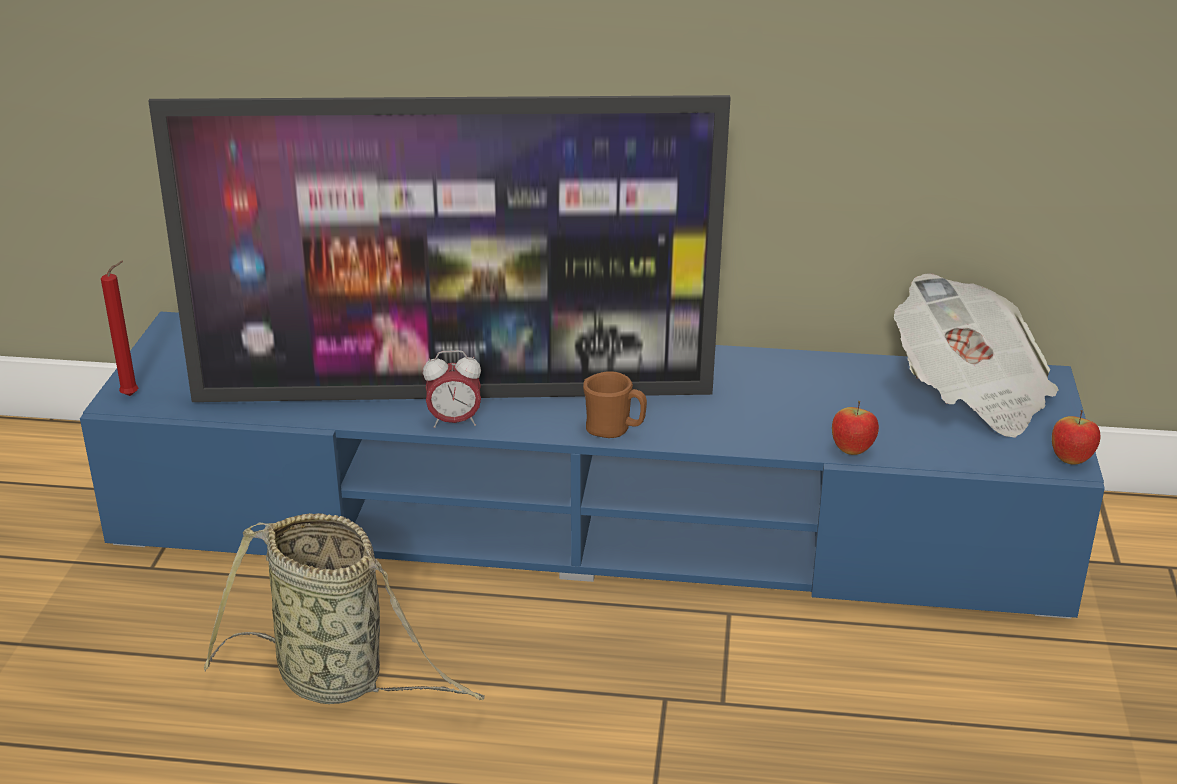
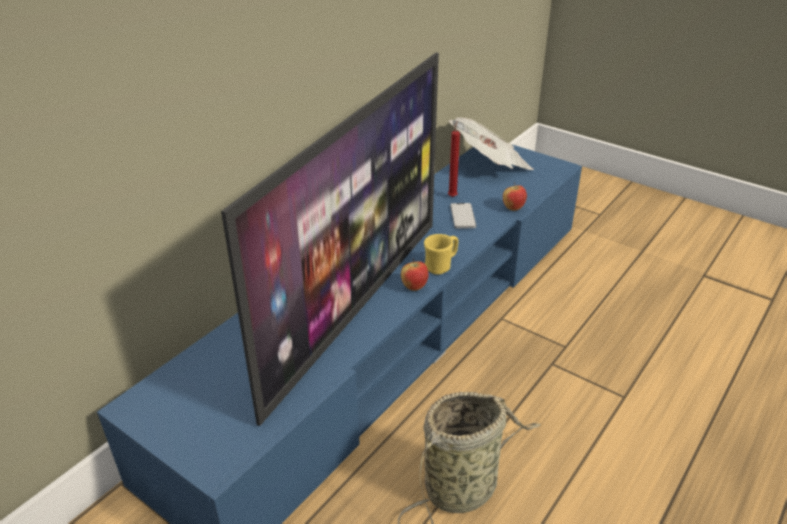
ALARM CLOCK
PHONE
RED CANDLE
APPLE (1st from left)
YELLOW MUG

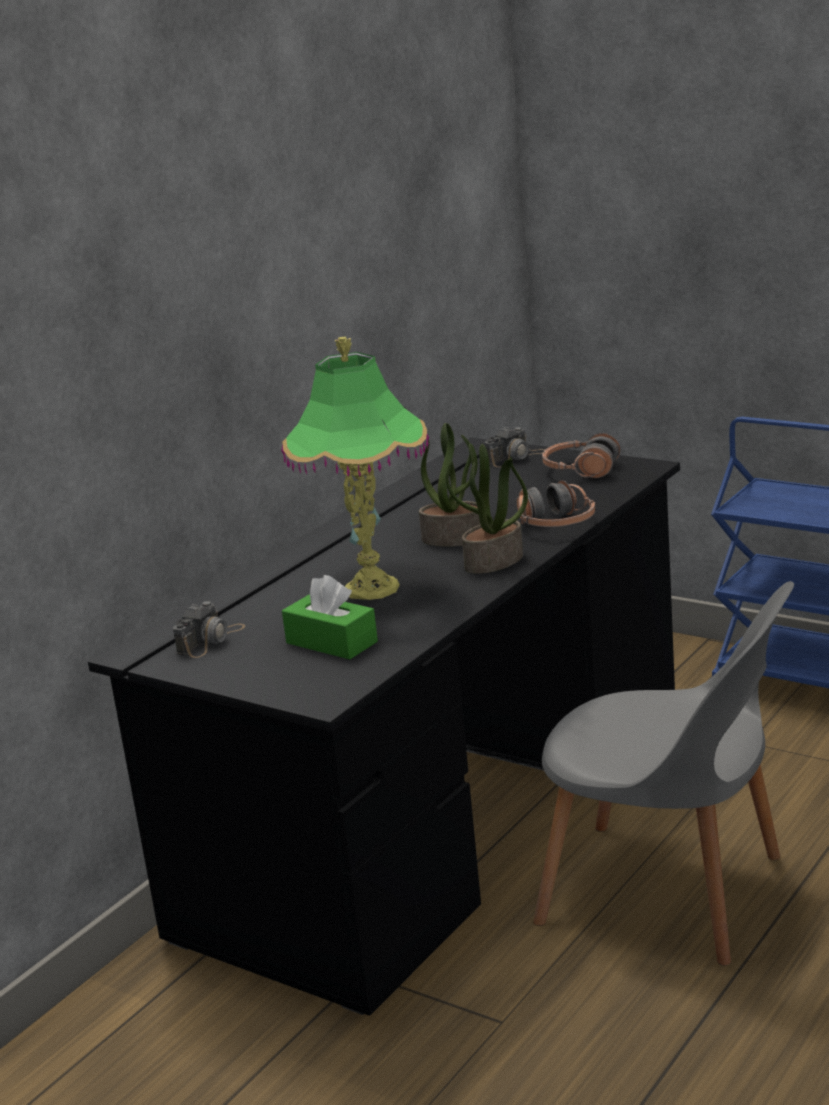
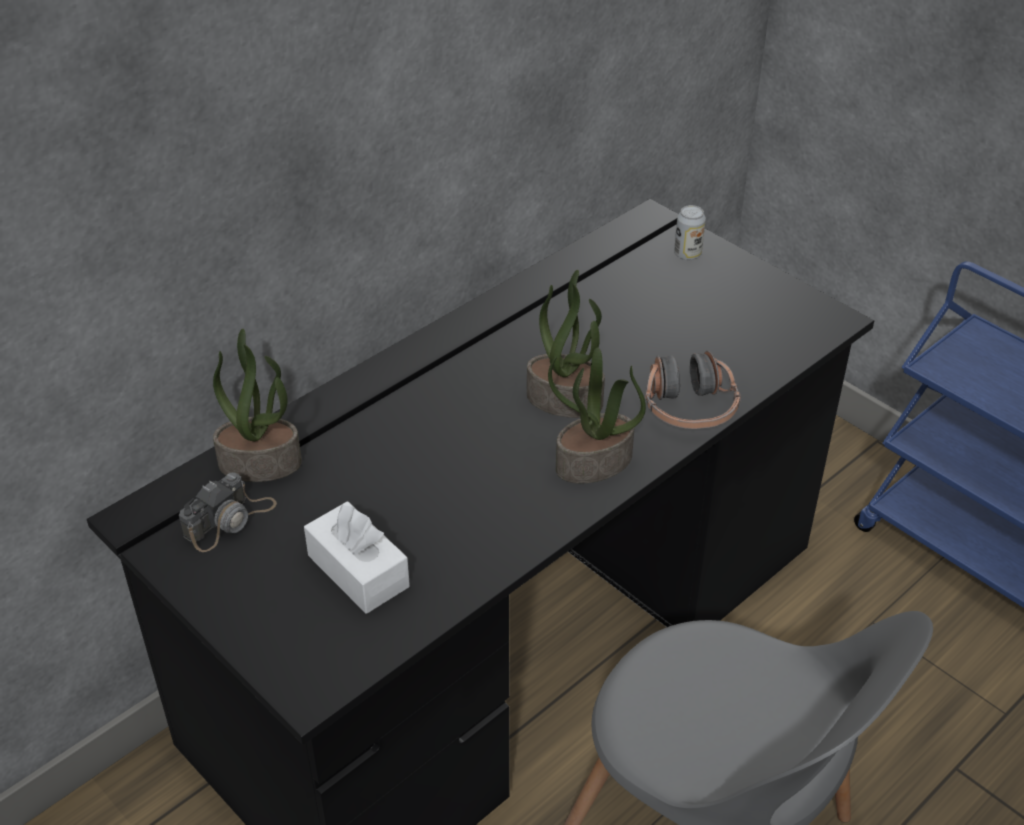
TABLE LAMP
HEADPHONES (2nd from left in the first image)
POTTED PLANT (1st from left)
CAN
WHITE TISSUE BOX

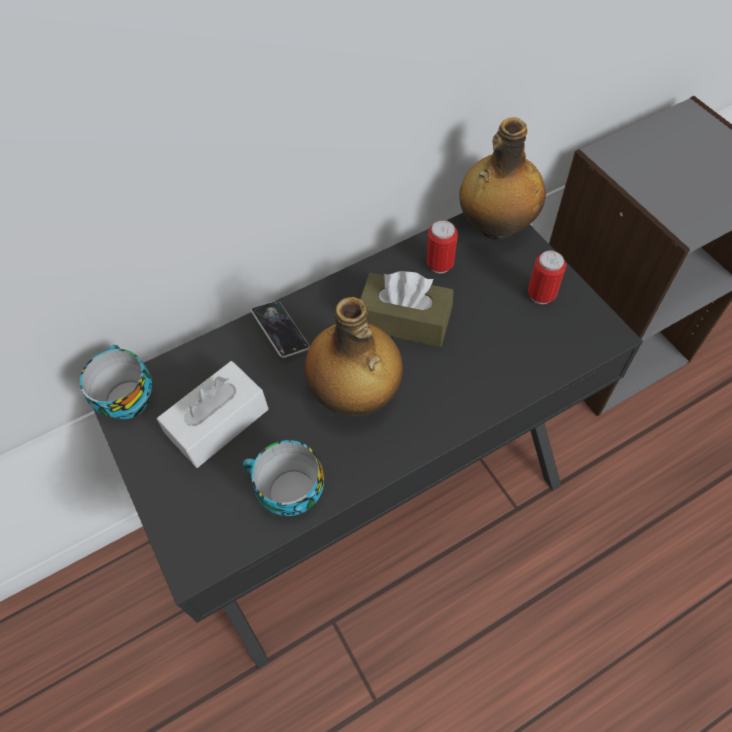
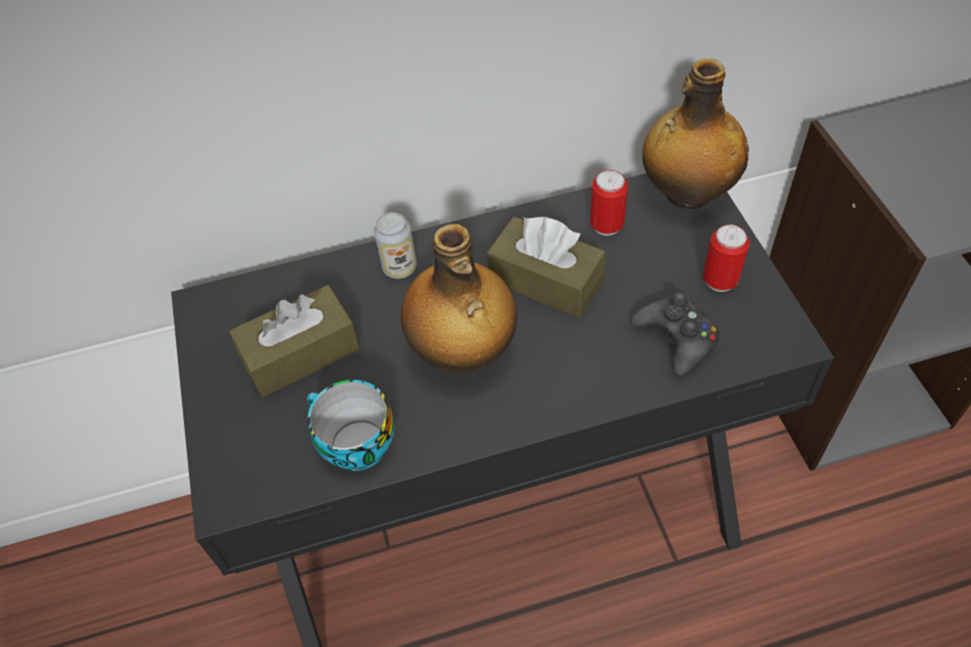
CUP (1st from left in the first image)
BLACK GAME CONTROLLER
CAN (1st from left)
BROWN TISSUE BOX (1st from left)

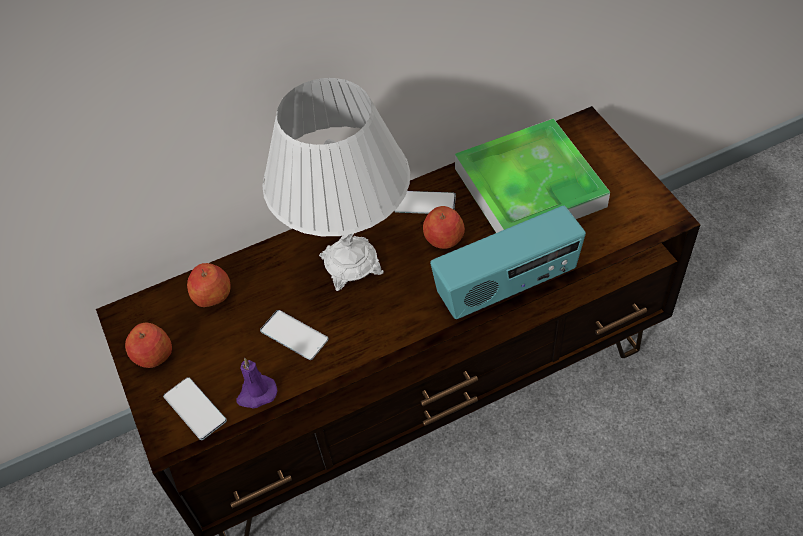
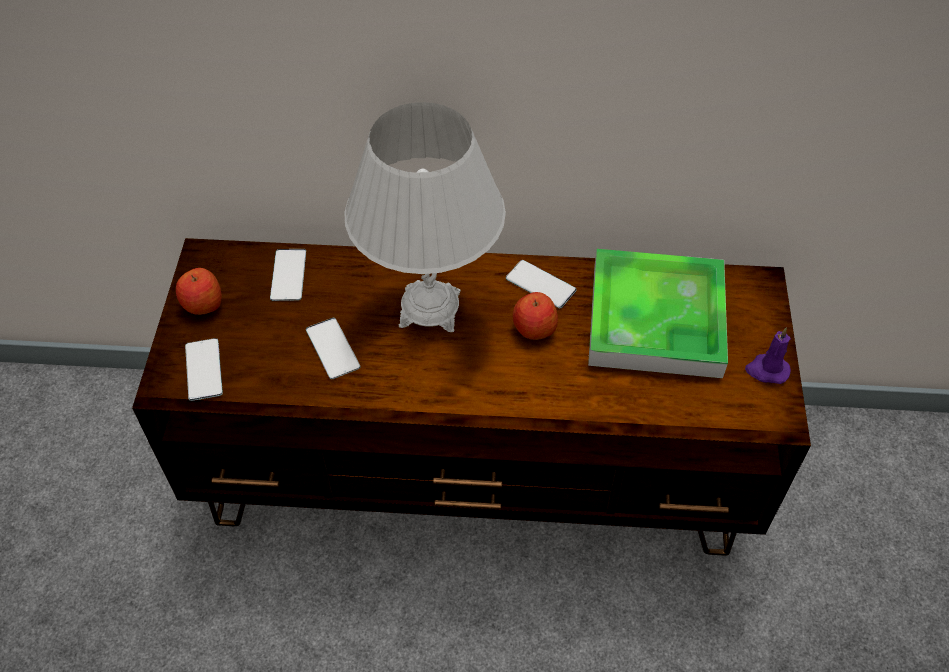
RADIO
PURPLE CANDLE
PHONE (2nd from left)

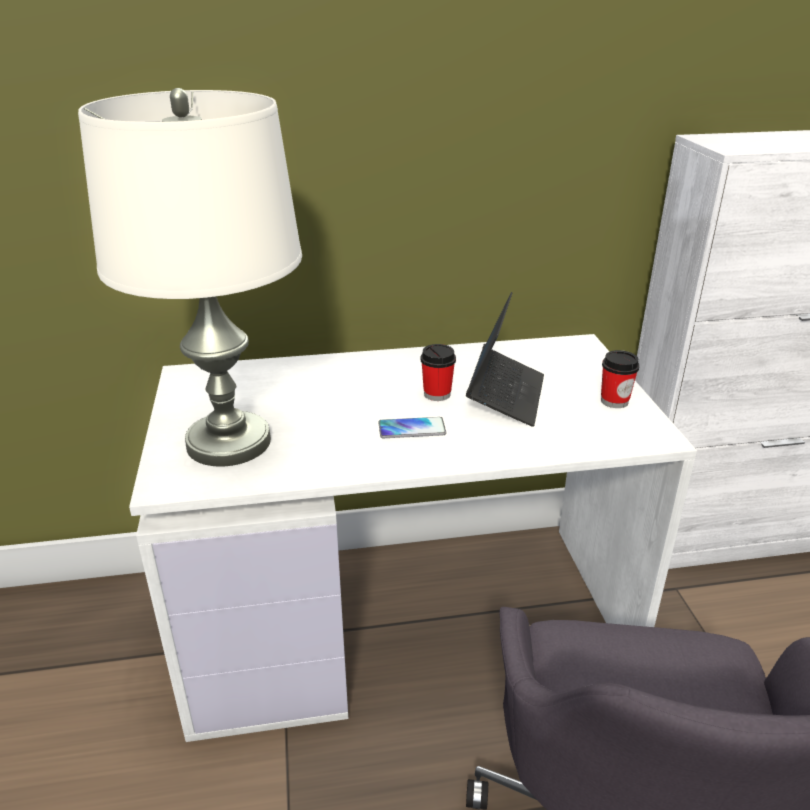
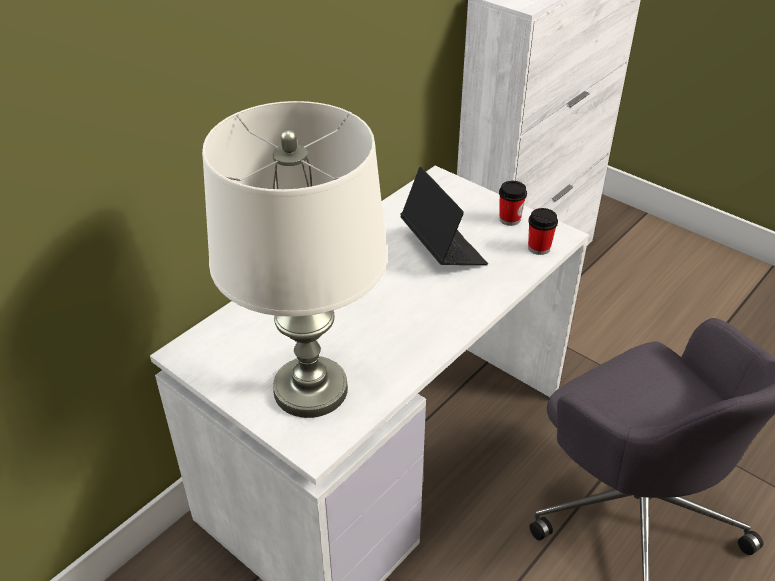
PHONE
CUP (2nd from left)

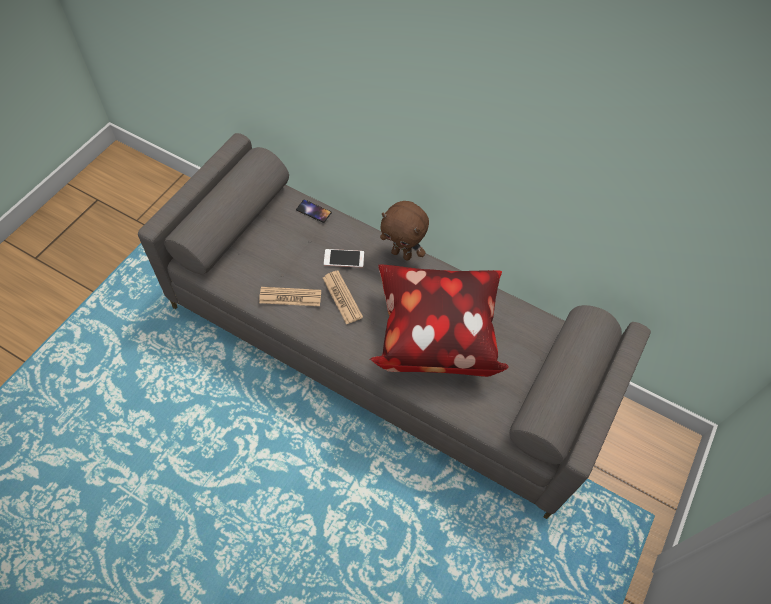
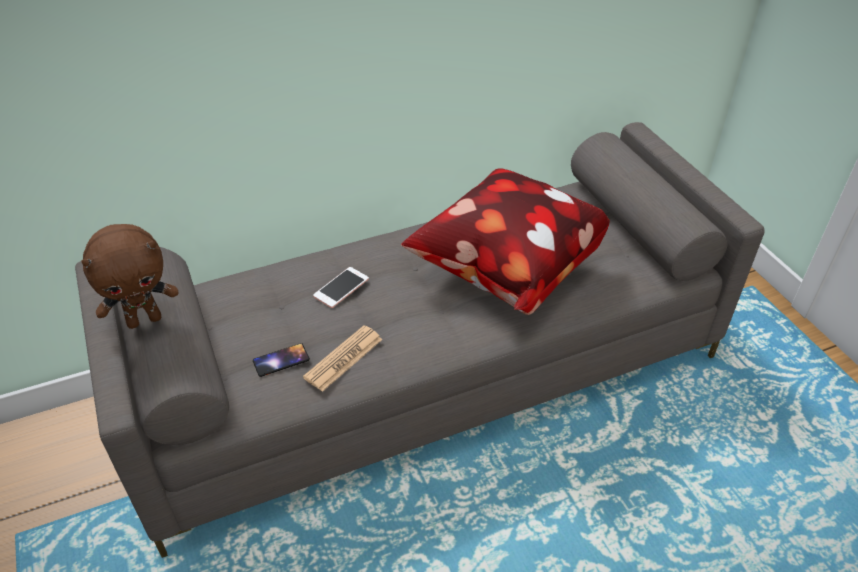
NEWSPAPER (2nd from left in the first image)
PHONE (1st from left)
BROWN PLUSH TOY

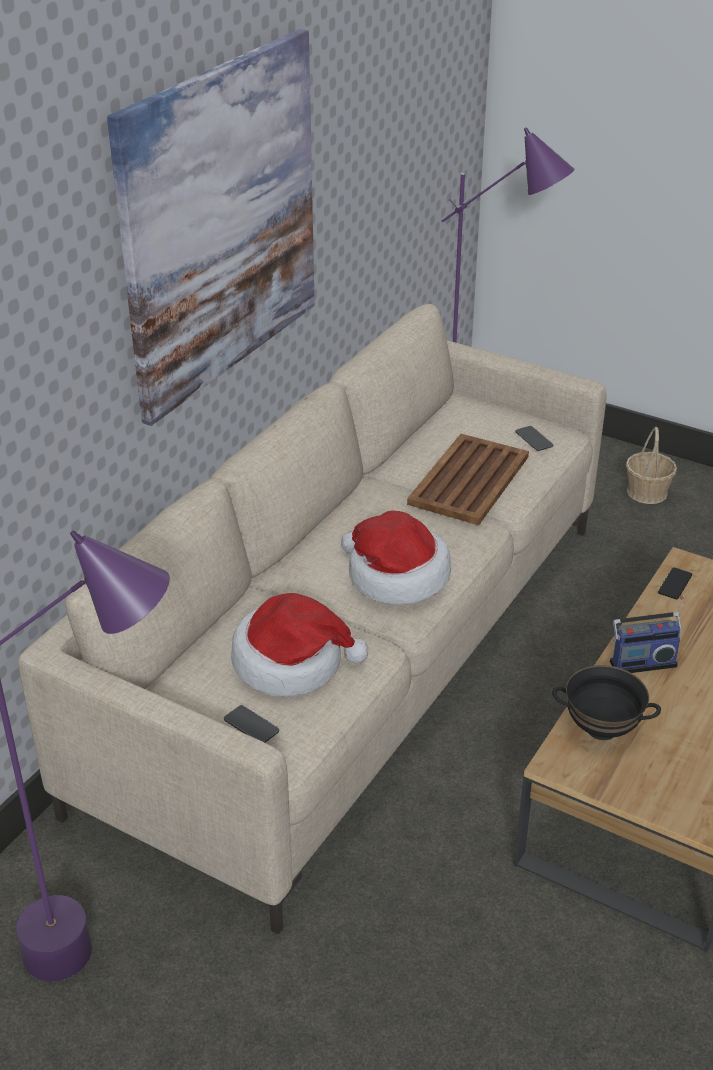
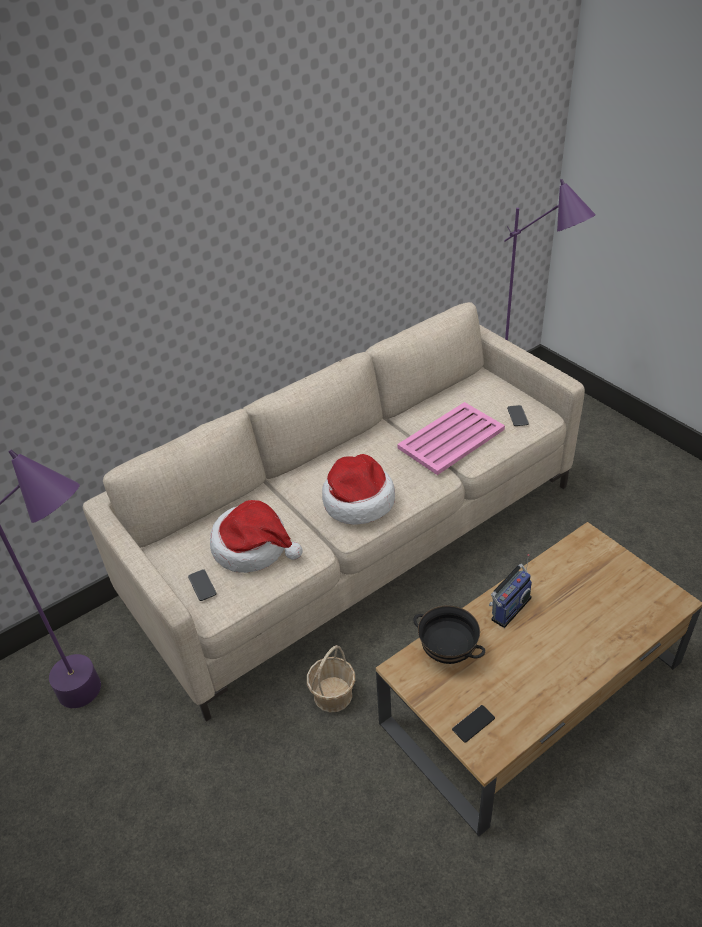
PICTURE
BASKET
PHONE (2nd from left)
PINK TRAY
RADIO

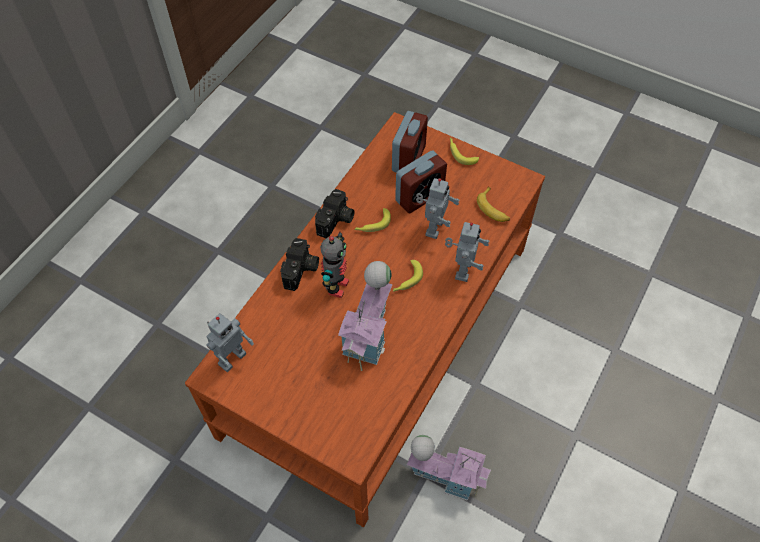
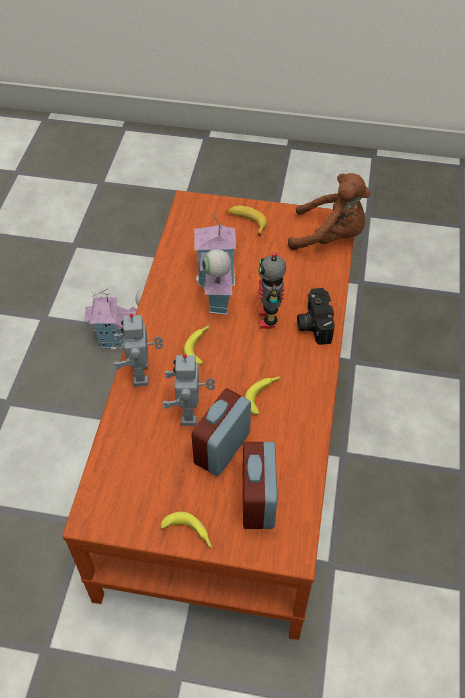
PHOTO CAMERA (2nd from left in the first image)
BANANA (3rd from left)
BROWN PLUSH TOY

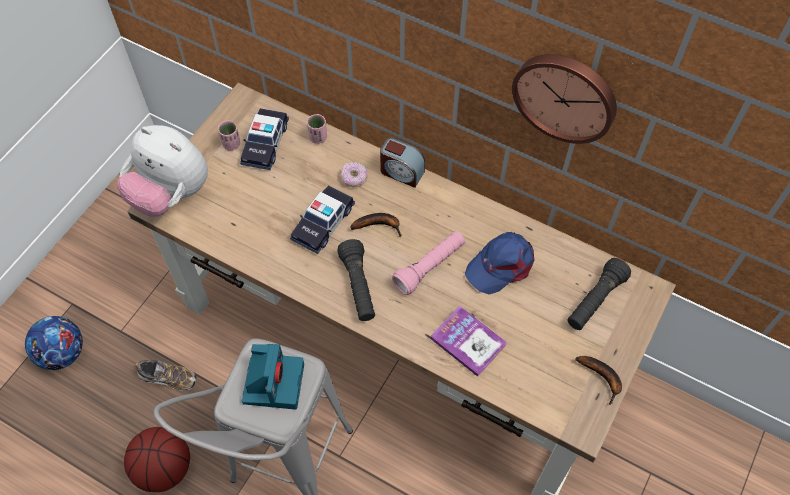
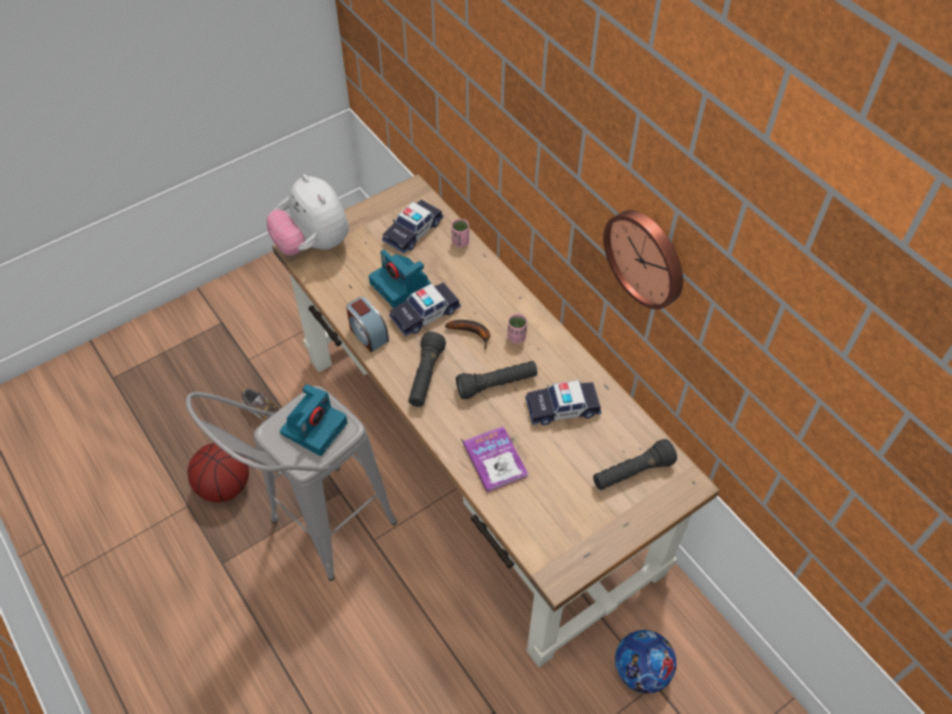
DONUT
BANANA (2nd from left in the first image)
PHOTO CAMERA (2nd from left)
FOOTBALL
PINK CUP (2nd from left)
ALARM CLOCK
TOY CAR (3rd from left)
BLACK FLASHLIGHT (2nd from left)

